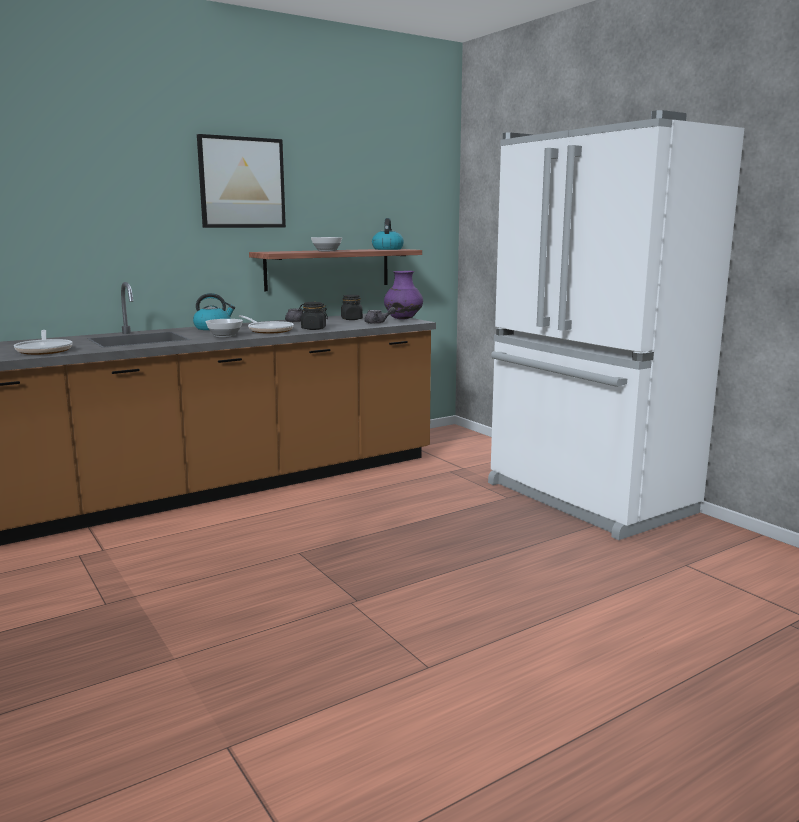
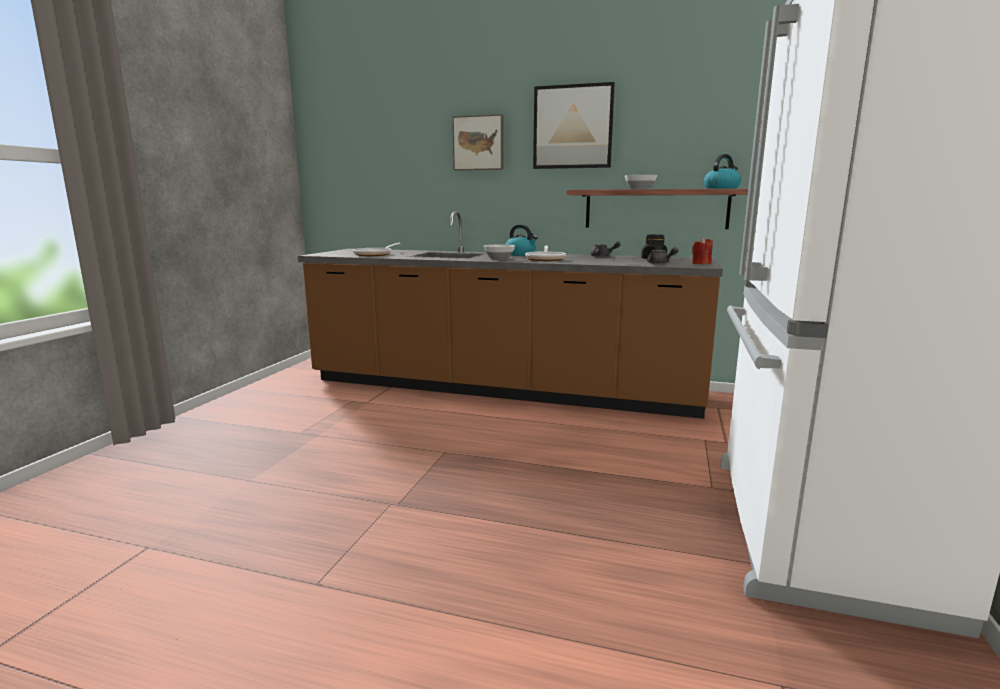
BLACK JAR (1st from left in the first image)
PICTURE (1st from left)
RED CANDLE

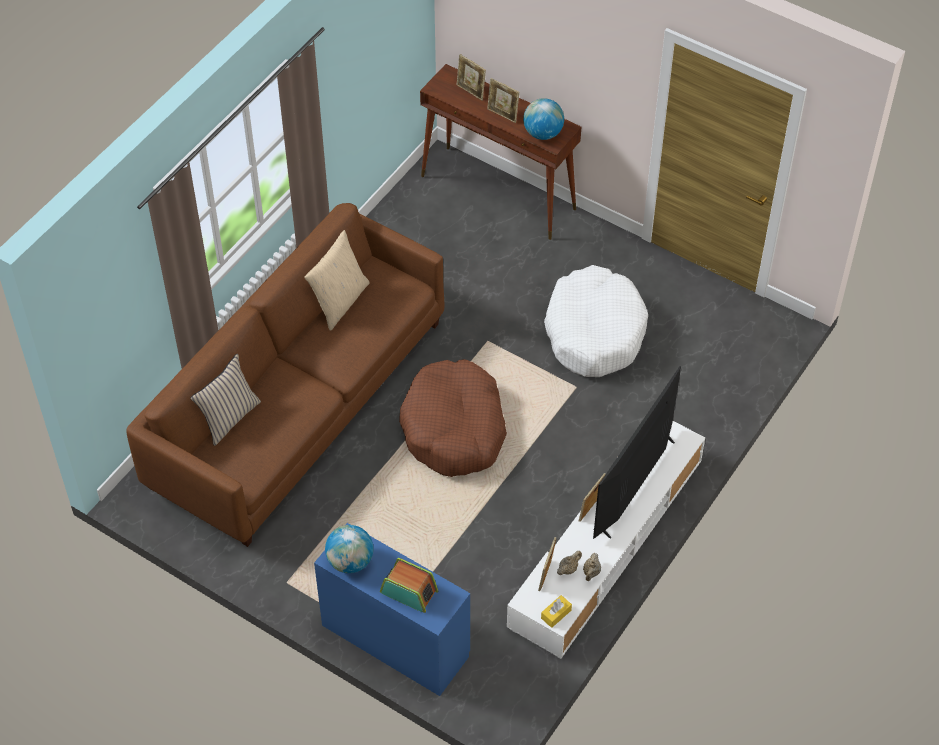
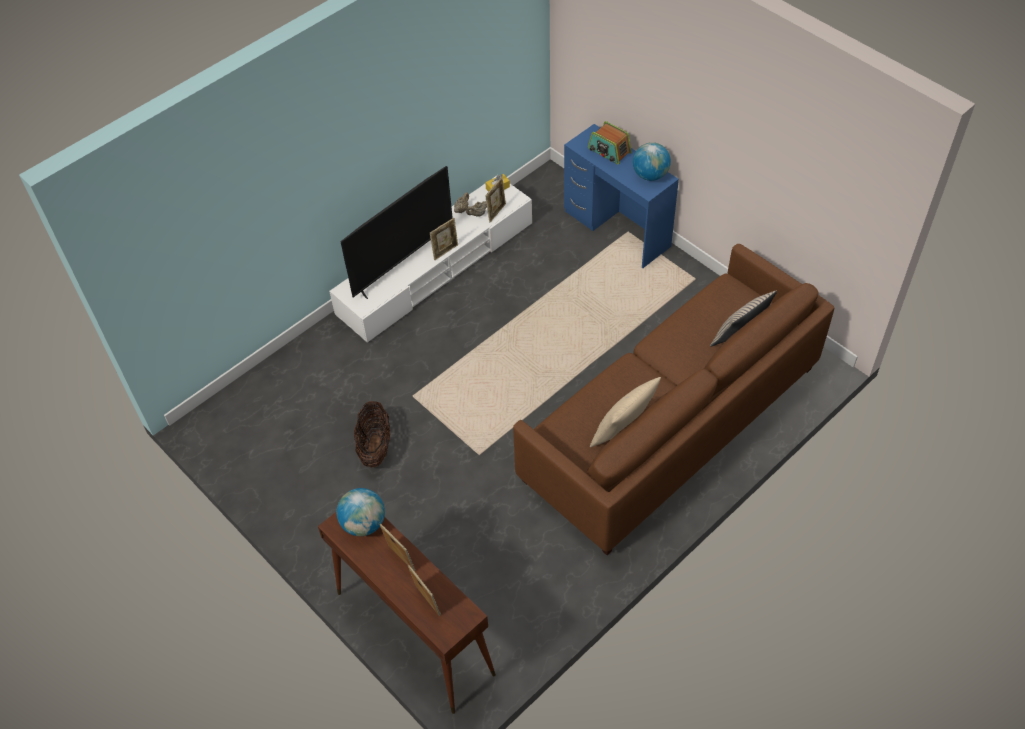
BROWN DOG BED
BASKET

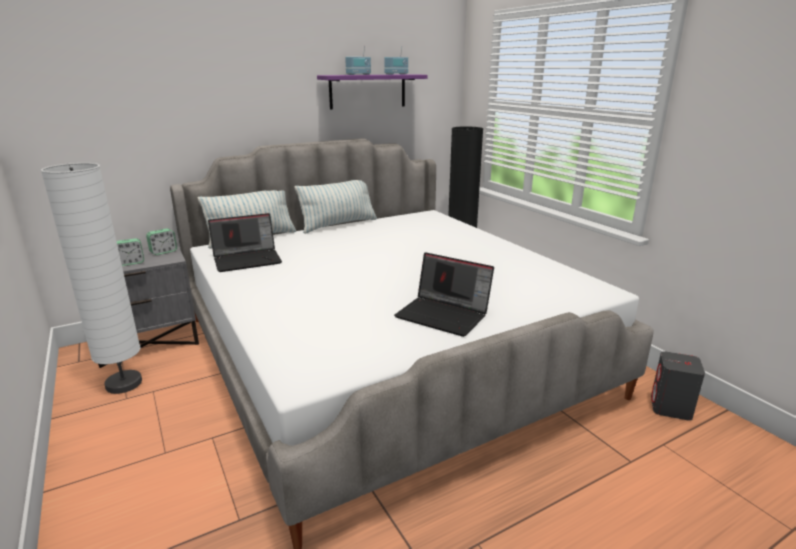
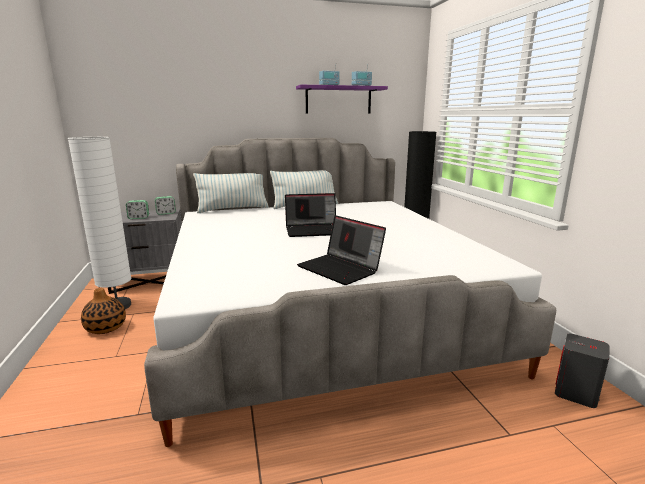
VASE
LAPTOP (1st from left)

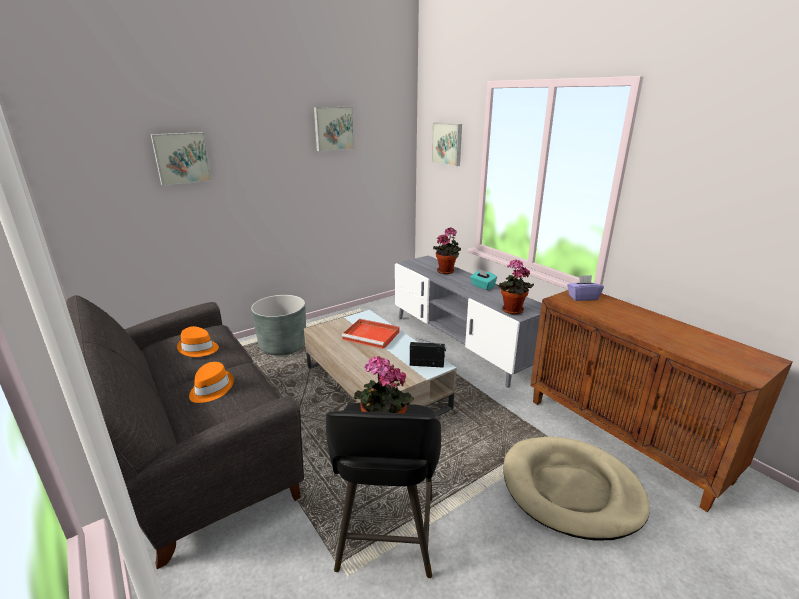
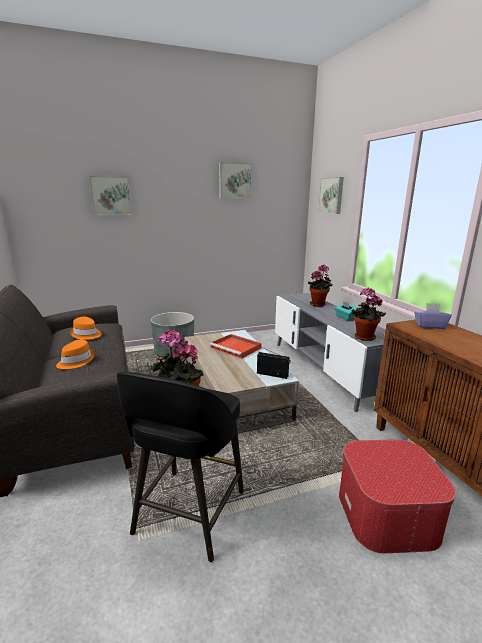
OTTOMAN

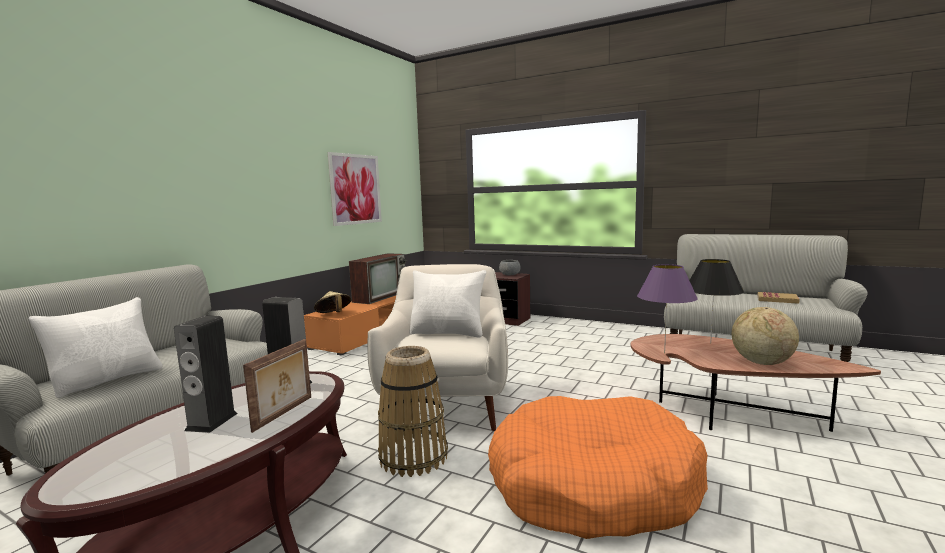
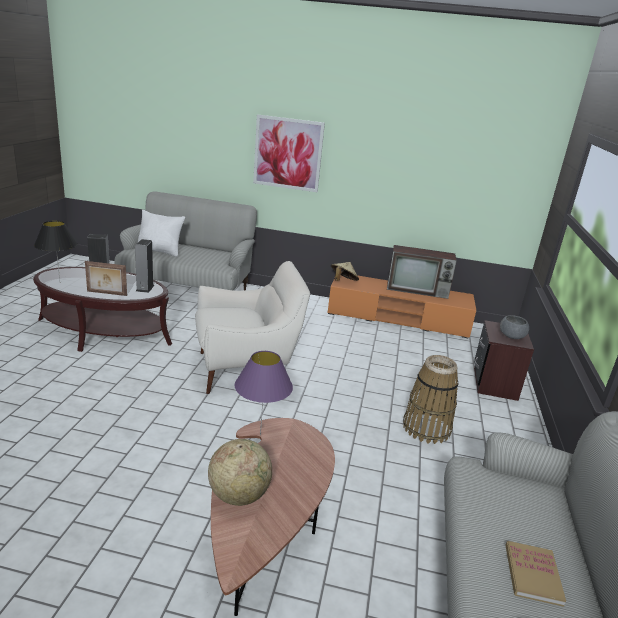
WHITE PILLOW (2nd from left in the first image)
ORANGE DOG BED
PICTURE
BASKET
BLACK TABLE LAMP

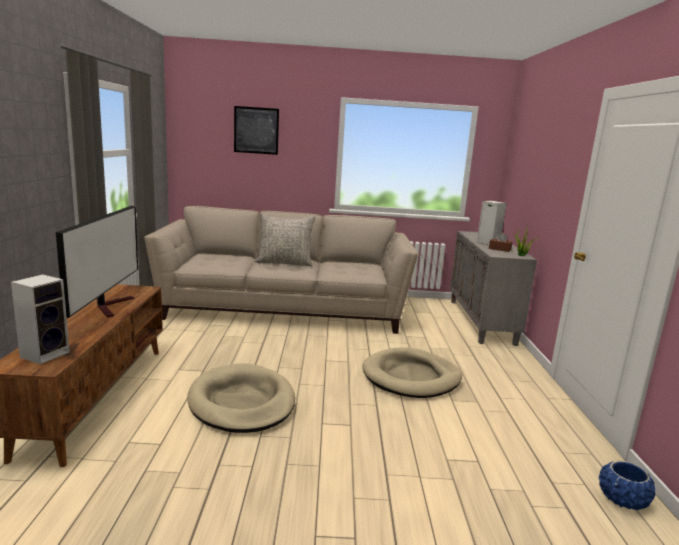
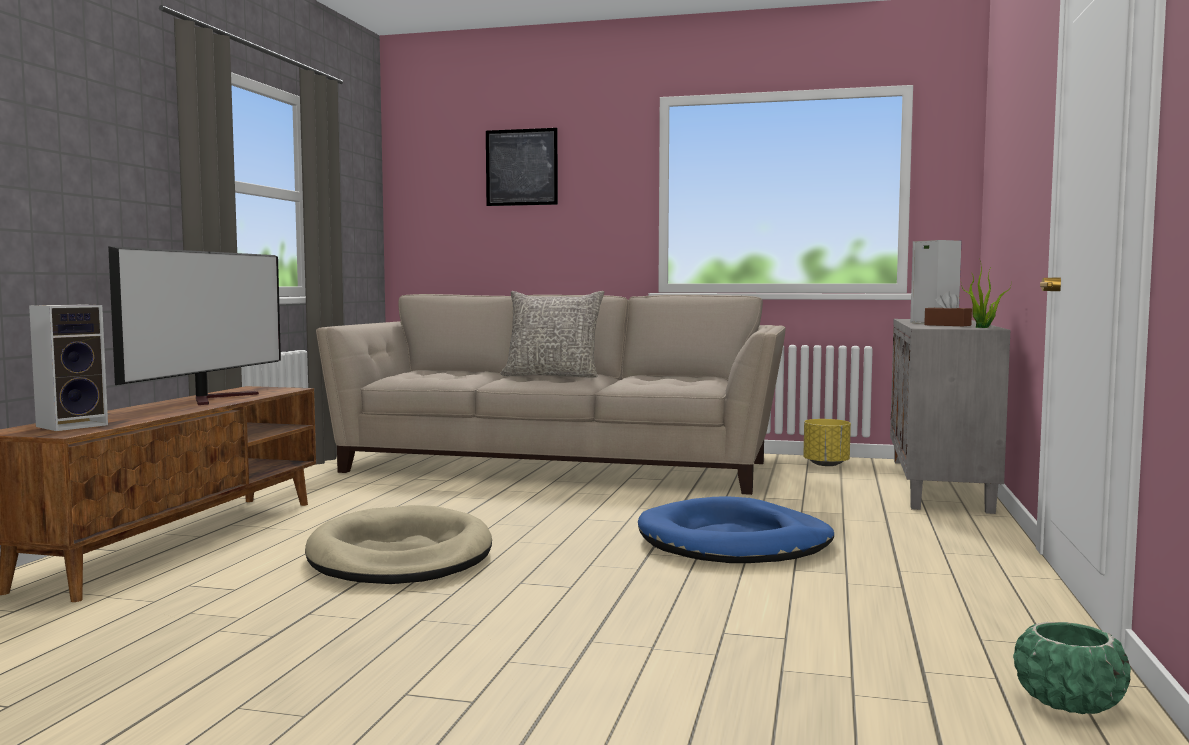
YELLOW PLANTER
BLUE DOG BED
GREEN PLANTER

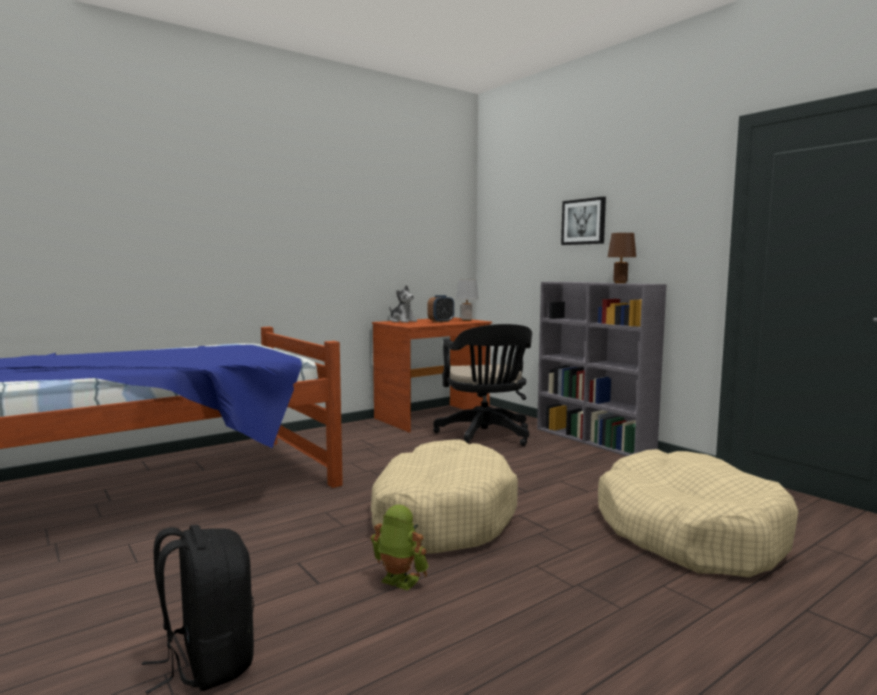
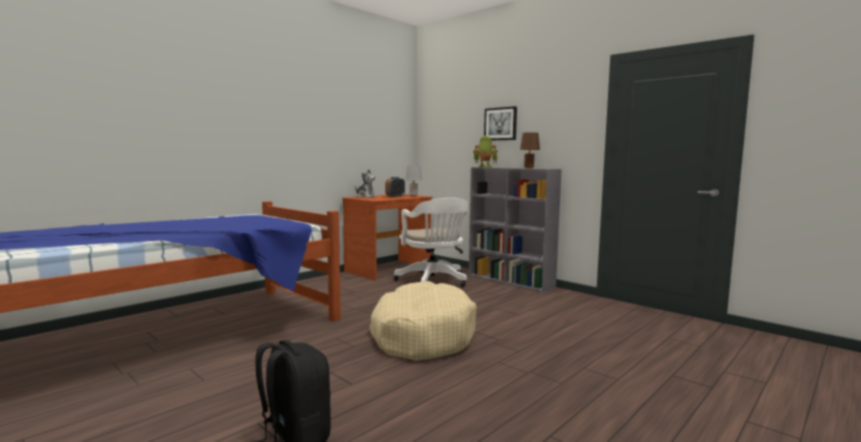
BEIGE DOG BED (2nd from left in the first image)
TOY ROBOT
WHITE OFFICE CHAIR

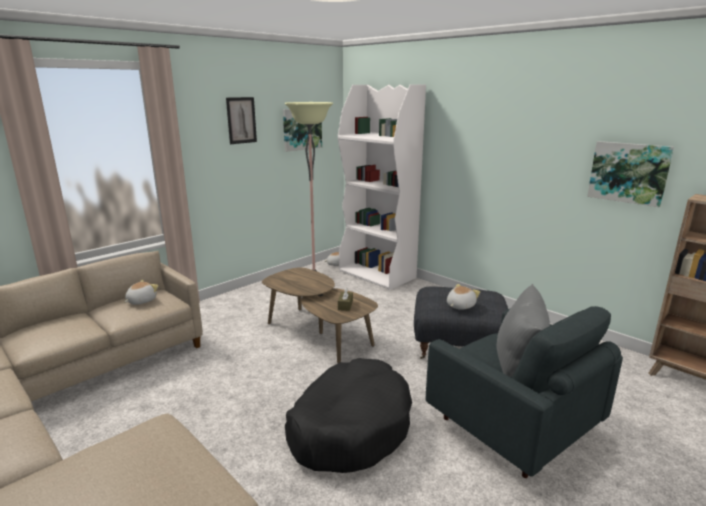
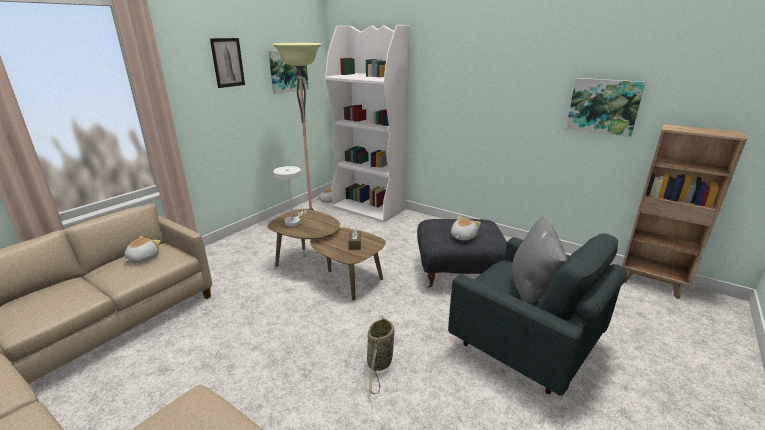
WHITE TABLE LAMP
BASKET

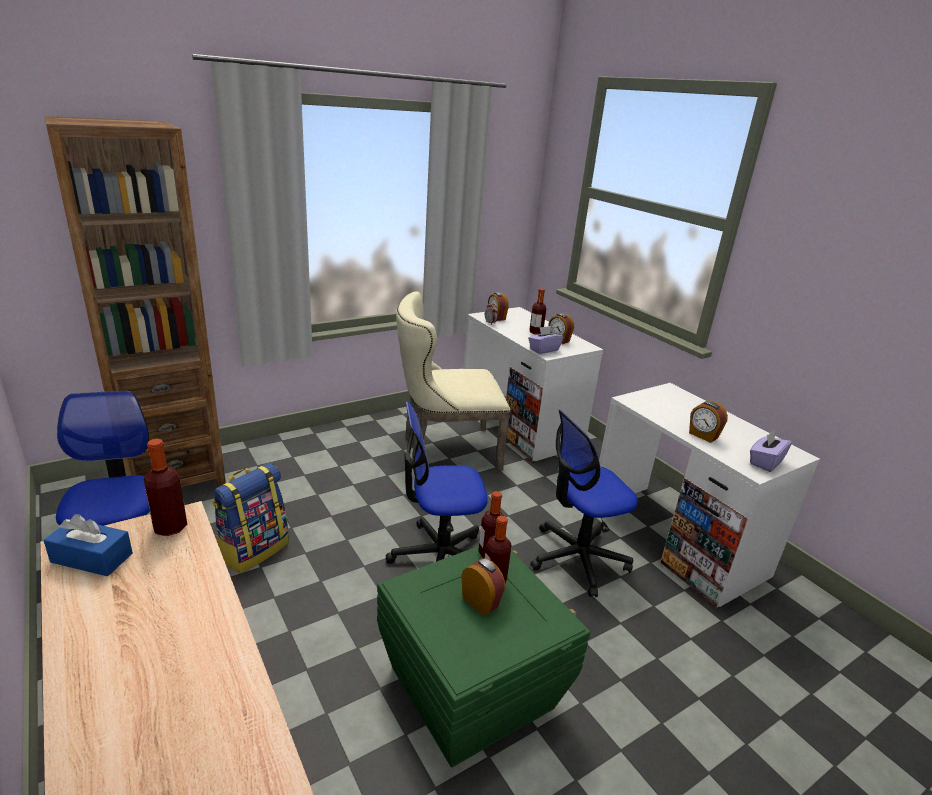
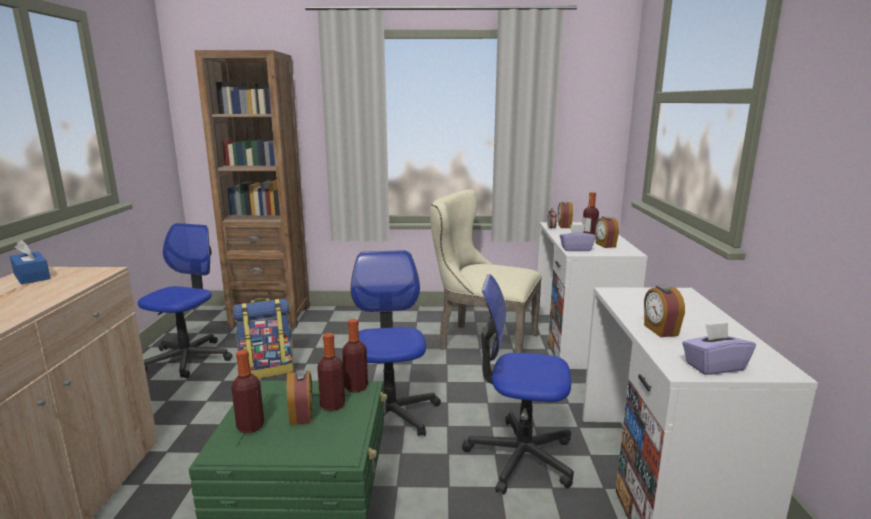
BOTTLE (1st from left)
OFFICE CHAIR (2nd from left)

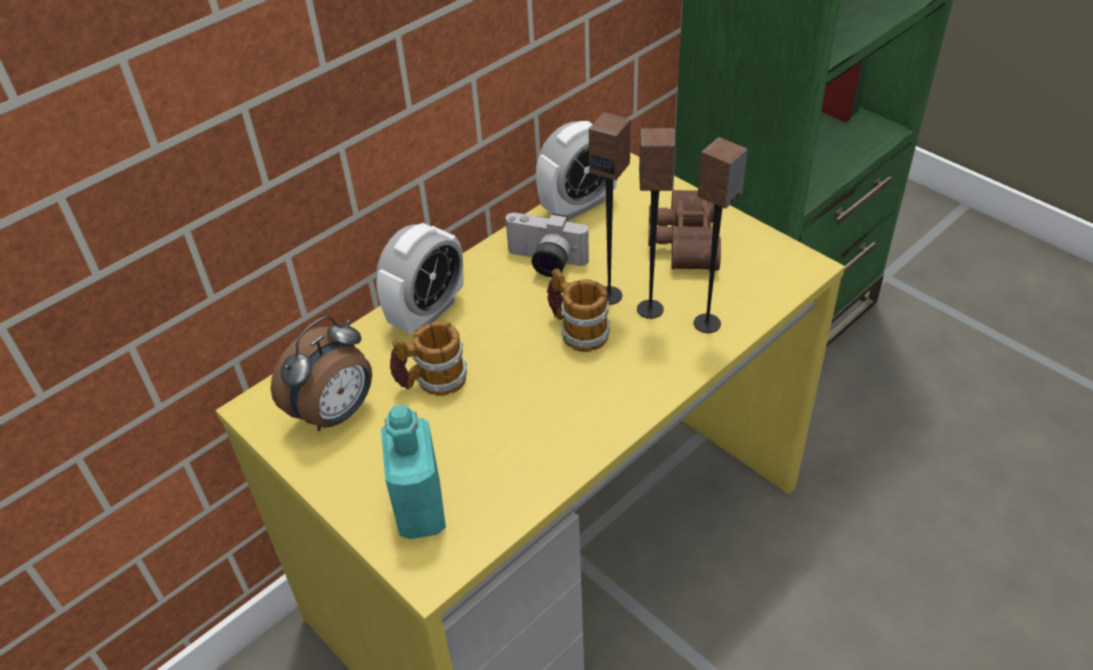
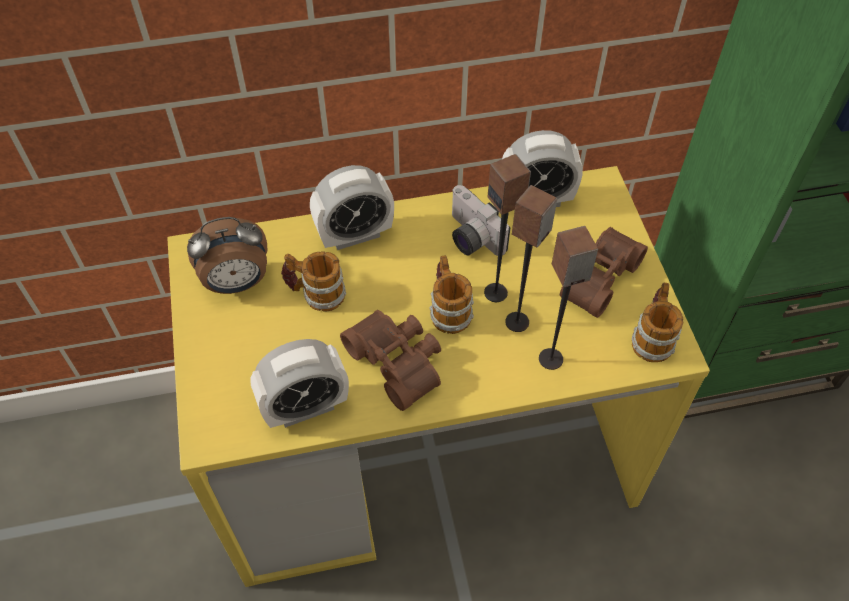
TURQUOISE BOTTLE
ALARM CLOCK (2nd from left)
BROWN BINOCULARS (1st from left)
MUG (3rd from left)

